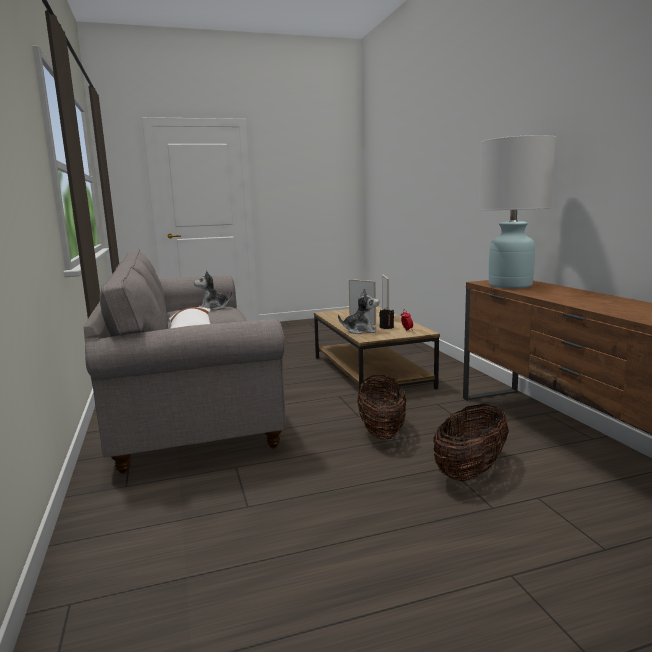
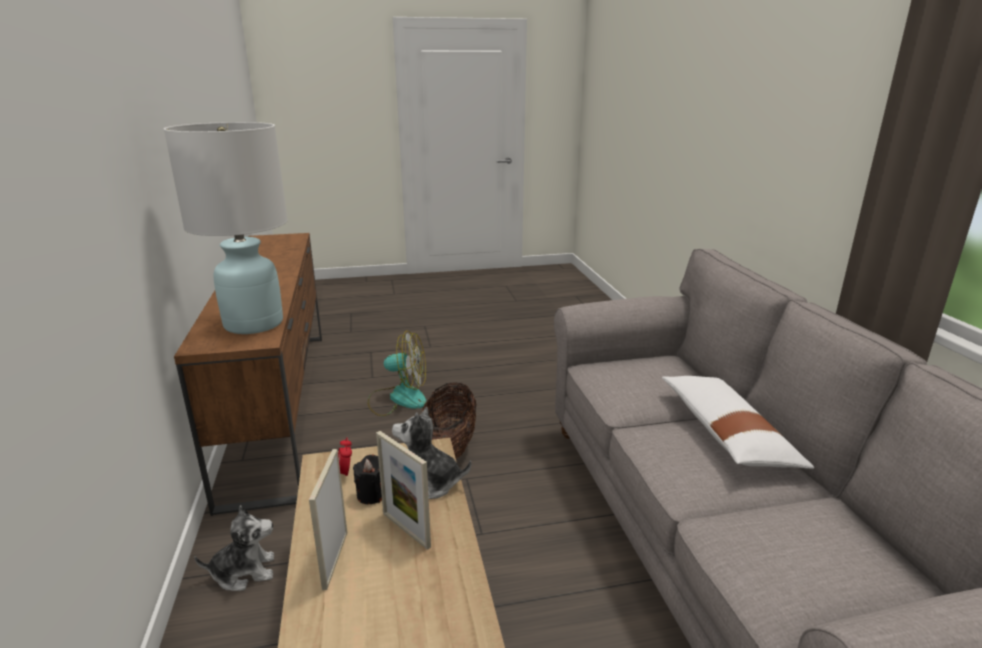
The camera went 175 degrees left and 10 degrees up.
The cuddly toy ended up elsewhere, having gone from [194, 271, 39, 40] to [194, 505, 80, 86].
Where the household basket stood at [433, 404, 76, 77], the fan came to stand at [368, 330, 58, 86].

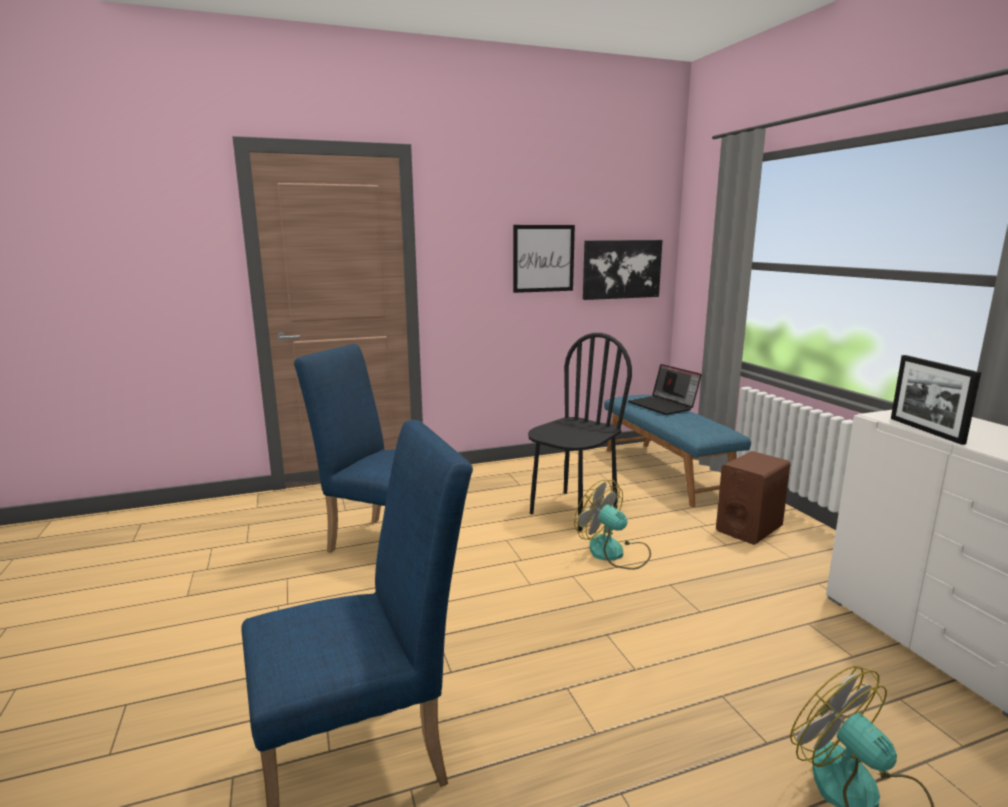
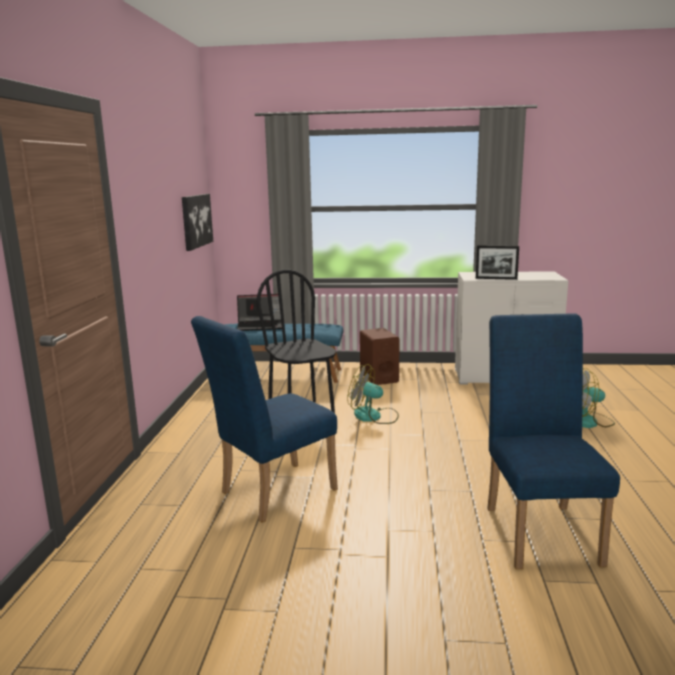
The camera went 65 degrees left and 0 degrees up.
The second view lost the wall picture at [513, 225, 62, 68].
The fan at [574, 480, 77, 90] ended up facing another way, 45 degrees clockwise from before.

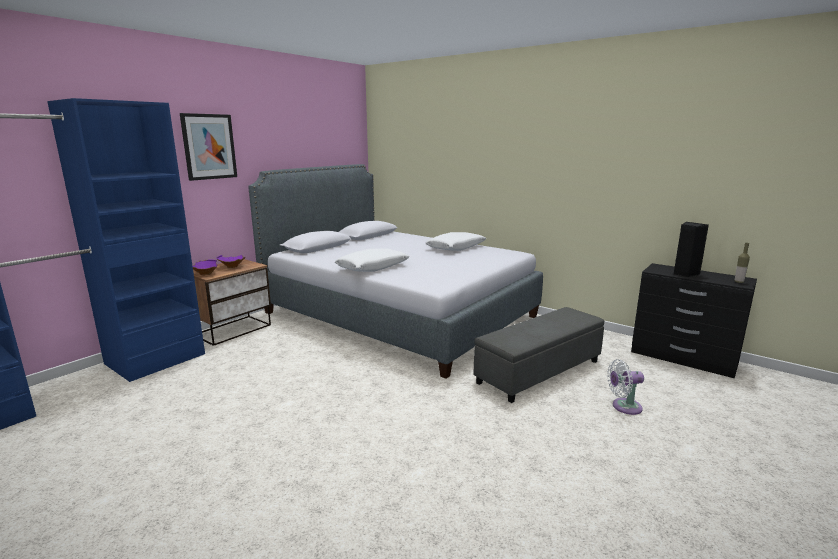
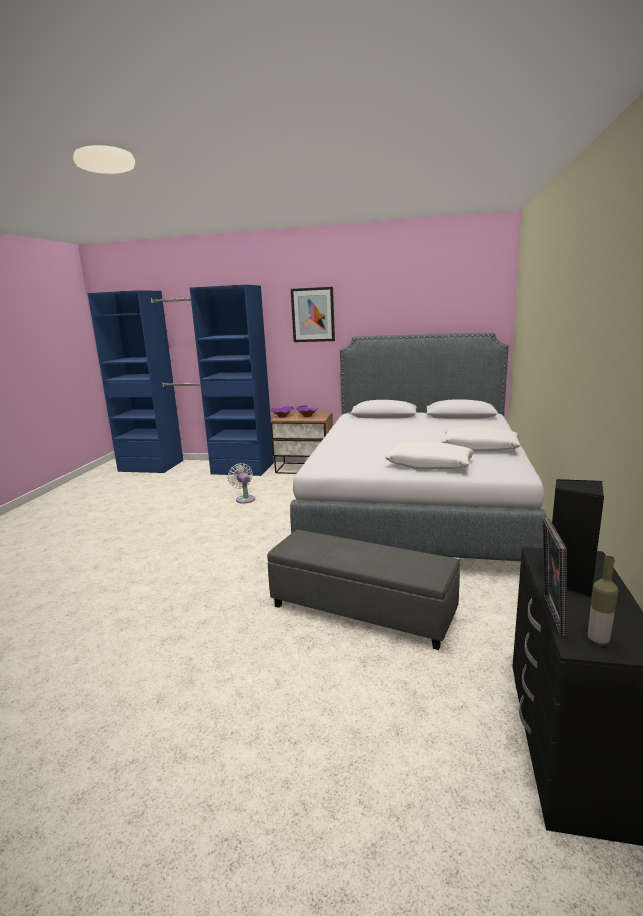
The camera went 65 degrees right and 0 degrees up.
The second view gained the standing frame at [542, 518, 26, 119].
The throw pillow/white-coloured ended up elsewhere, having gone from [335, 249, 74, 23] to [385, 442, 89, 28].
The fan/white-coloured ended up elsewhere, having gone from [607, 359, 37, 56] to [228, 463, 27, 41].

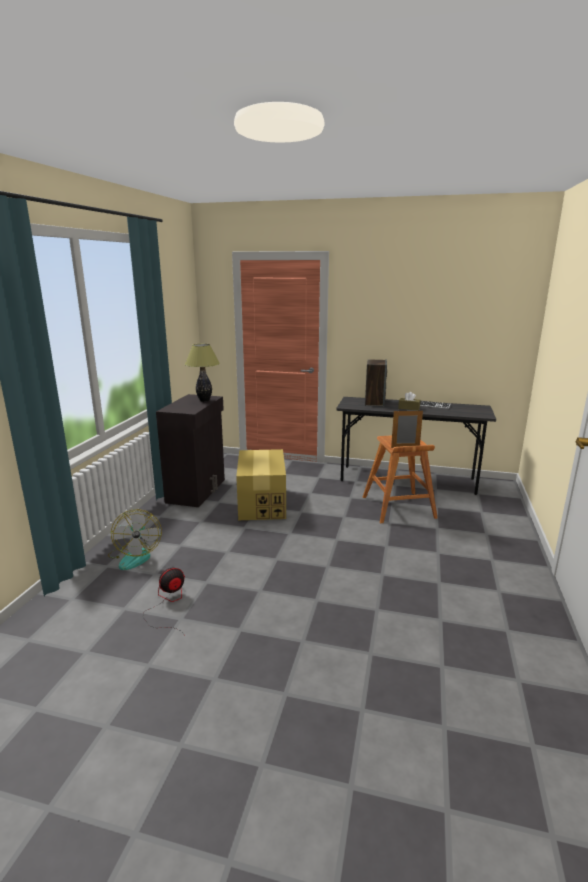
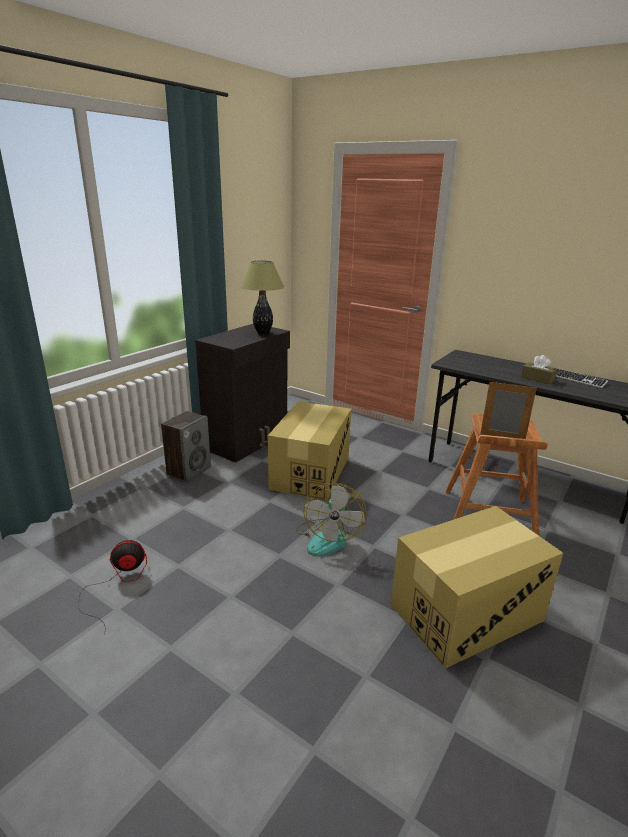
The camera went 20 degrees right and 5 degrees up.
The second view gained the packing box at [391, 506, 172, 163].
The fan ended up elsewhere, having gone from [108, 509, 54, 61] to [296, 483, 71, 73].
The loudspeaker ended up elsewhere, having gone from [365, 359, 22, 48] to [161, 411, 50, 72].

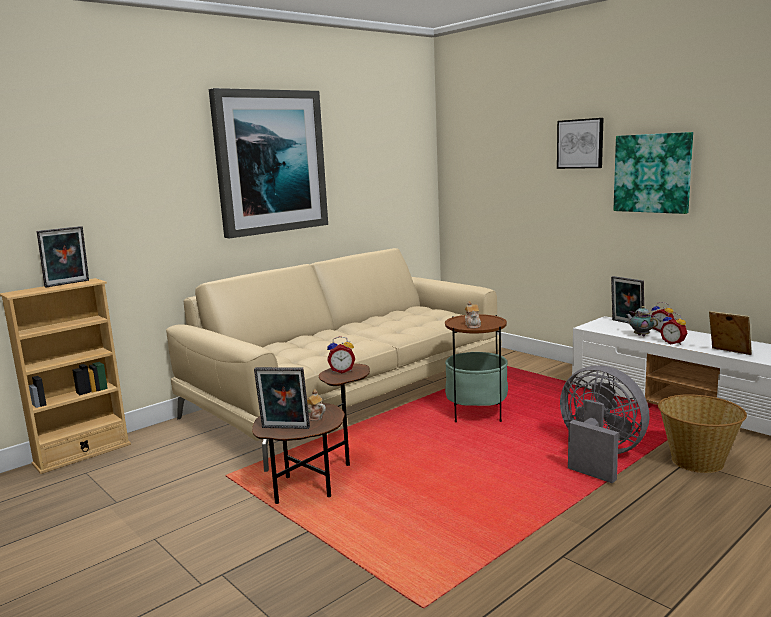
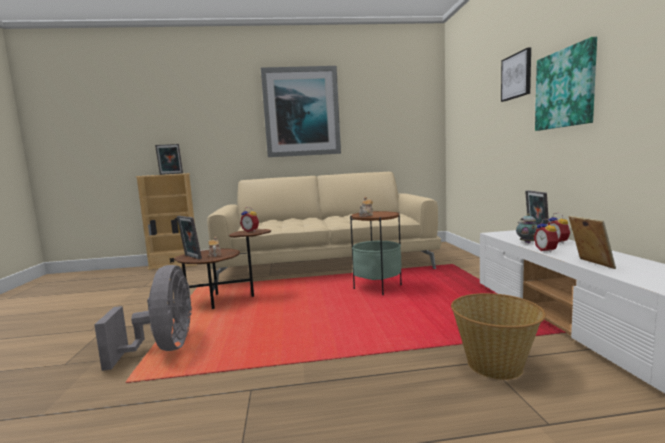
The camera went 35 degrees right and 5 degrees down.
The fan/greyish ended up elsewhere, having gone from [560, 365, 89, 118] to [94, 265, 98, 106].

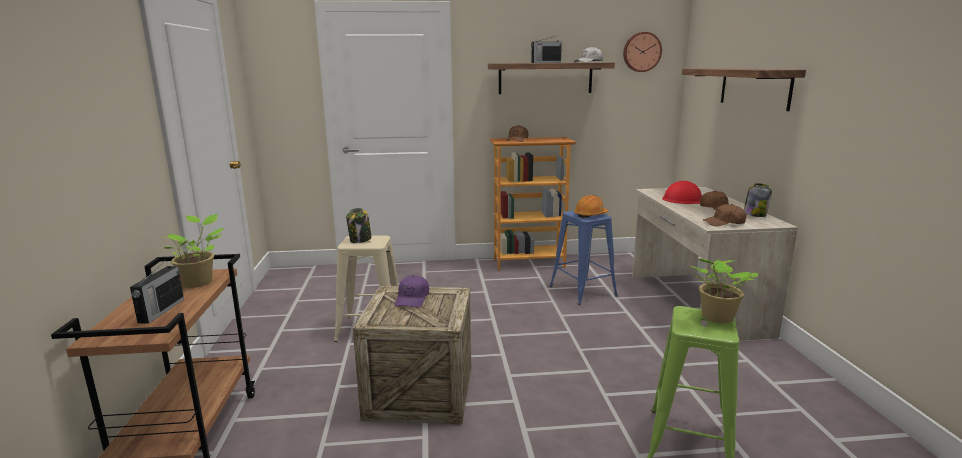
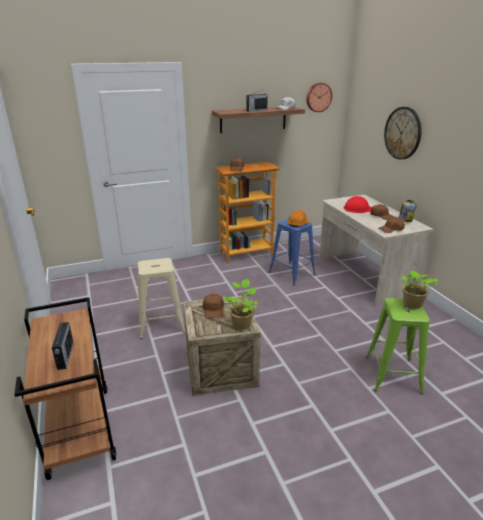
The camera went 15 degrees left and 10 degrees up.
The second view lost the jar at [346, 208, 26, 35].
The potted plant ended up elsewhere, having gone from [160, 214, 64, 74] to [223, 279, 34, 51].
Where the shelf hung at [682, 68, 124, 43], the hanging clock came to hang at [384, 107, 38, 53].
What was the peaked cap/purple-coloured at [395, 275, 34, 33] turned into the peaked cap/brown-coloured at [203, 293, 21, 25].

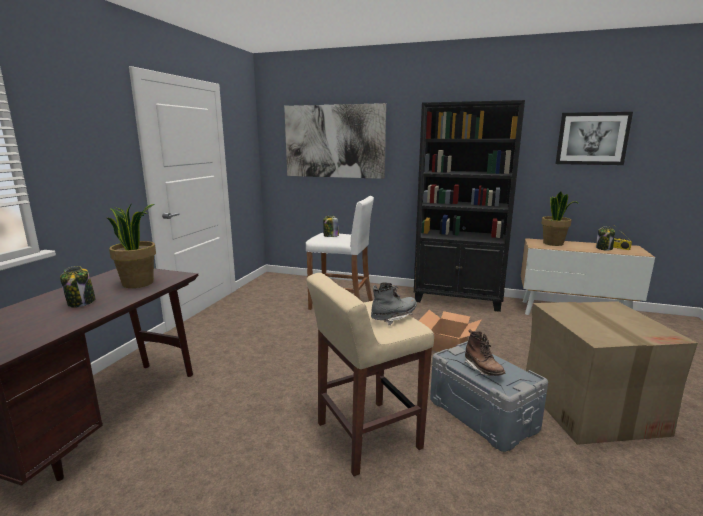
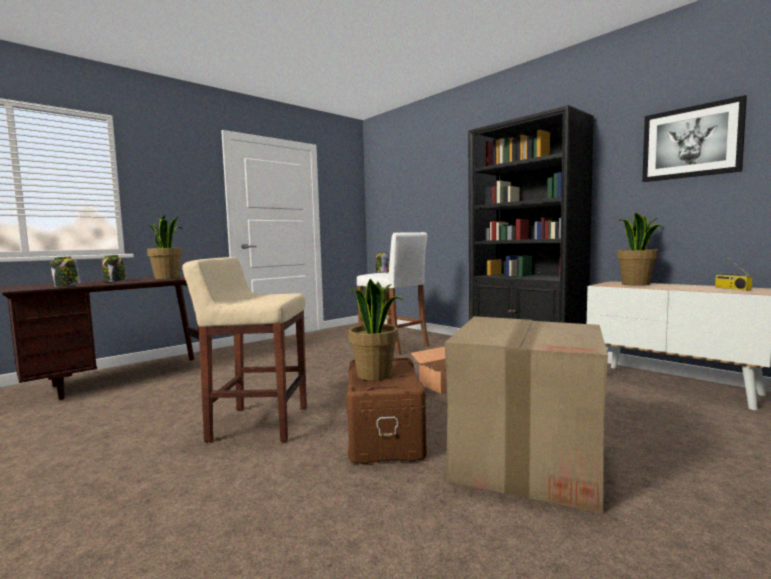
The camera went 30 degrees right and 10 degrees down.
The second view lost the wall picture at [284, 103, 102, 76].
The second view lost the tall boot/greyish at [371, 282, 46, 44].
The jar ended up elsewhere, having gone from [596, 226, 19, 24] to [50, 256, 31, 31].
Where the tall boot/brown-coloured stood at [465, 329, 40, 47], the potted plant came to stand at [349, 279, 54, 102].
What was the storage container/greyish at [430, 341, 118, 111] turned into the storage container/brown-coloured at [346, 358, 81, 106].

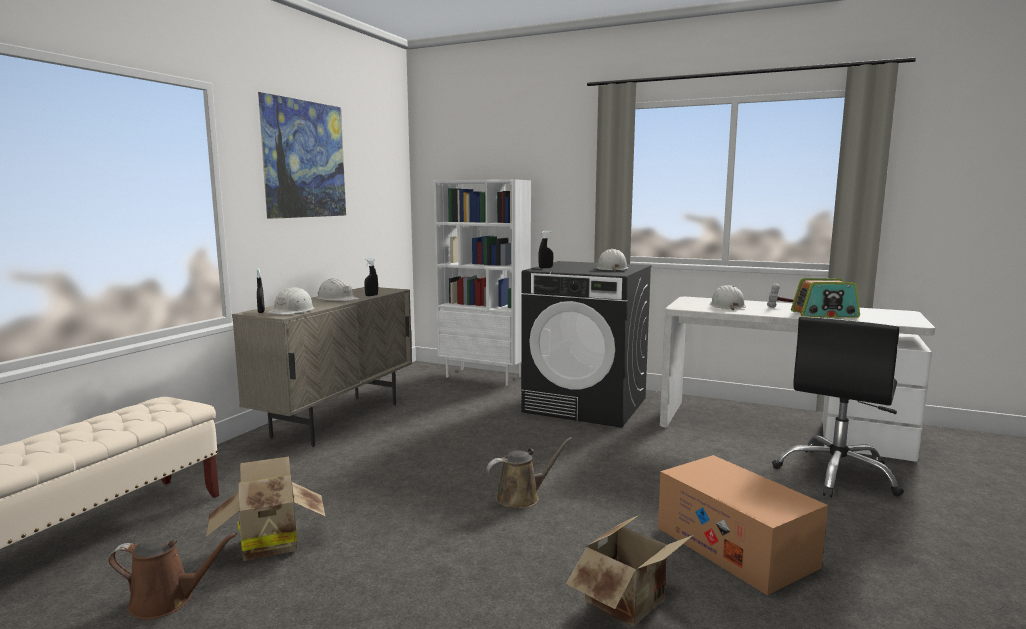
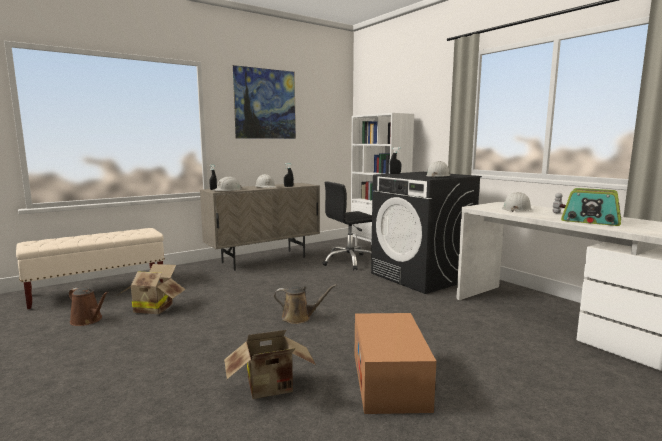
The camera went 30 degrees right and 0 degrees up.
The desk chair/black ended up elsewhere, having gone from [772, 317, 132, 181] to [322, 181, 50, 89].

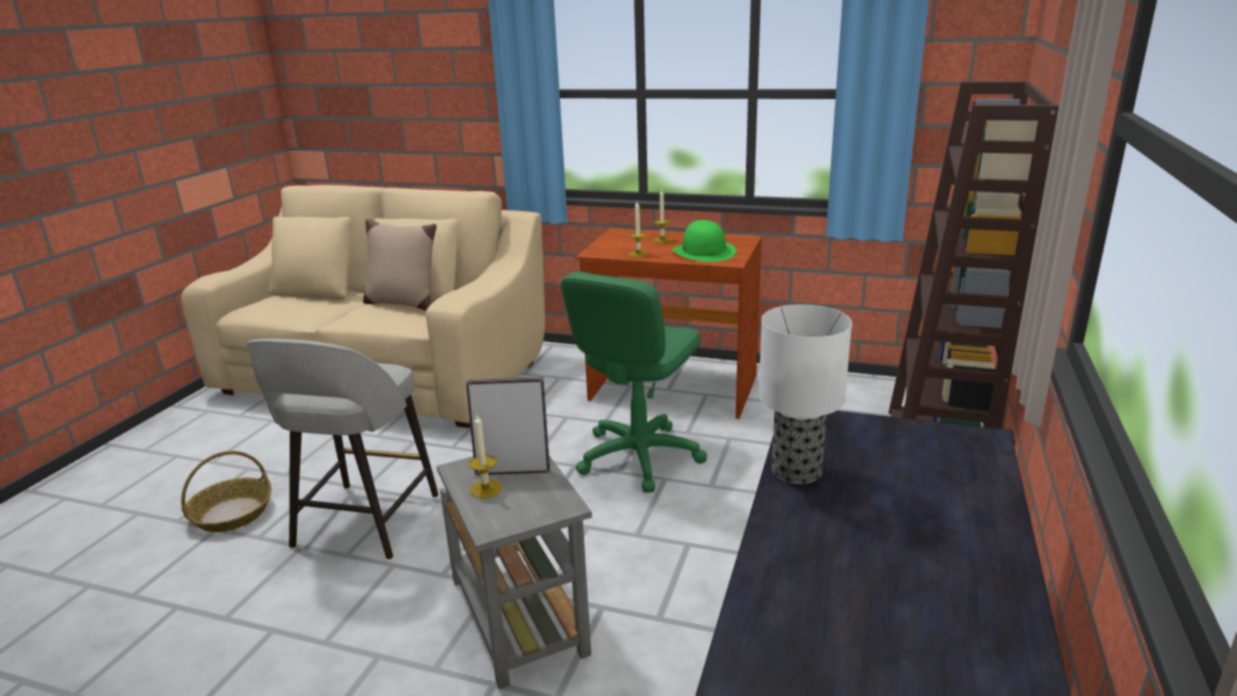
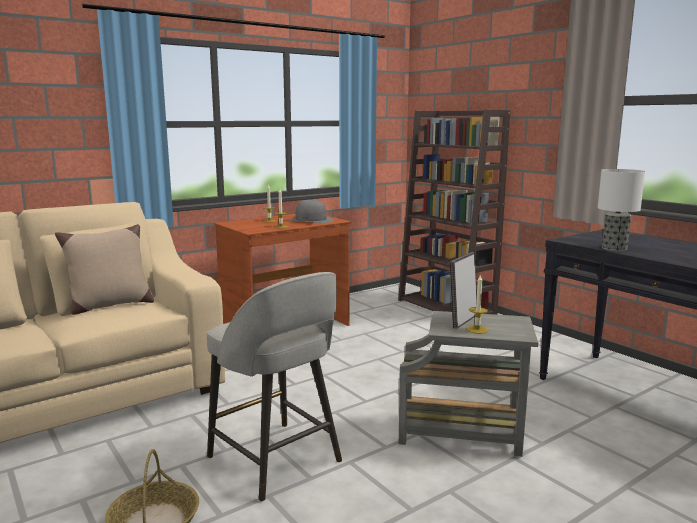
The camera went 55 degrees left and 10 degrees down.
The second view lost the desk chair/green-coloured at [561, 271, 146, 222].
What was the clothing hat/green-coloured at [673, 220, 63, 42] turned into the clothing hat/greyish at [289, 200, 45, 23].

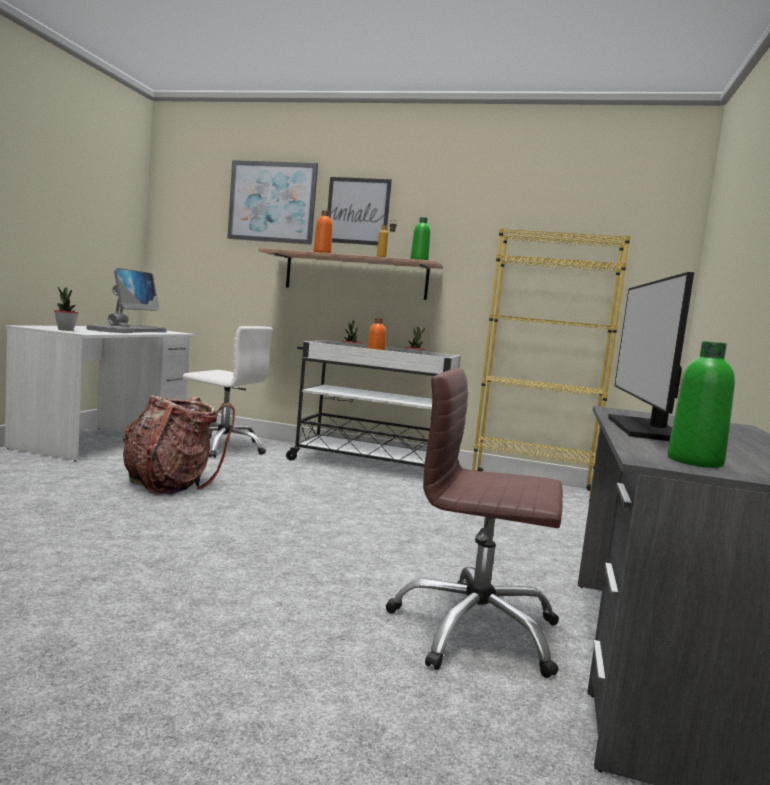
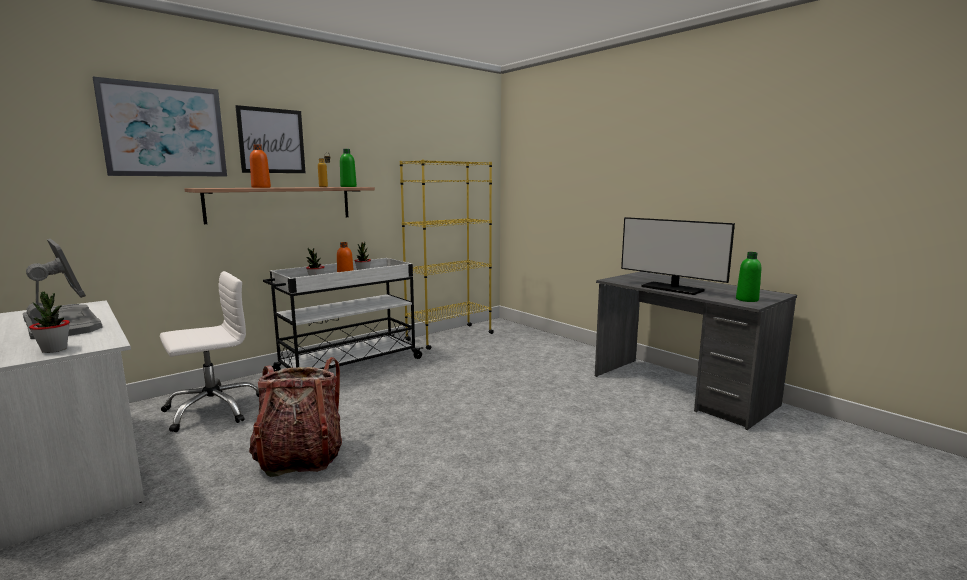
The camera went 55 degrees left and 5 degrees up.
The second view lost the desk chair/brown-coloured at [386, 368, 177, 310].

